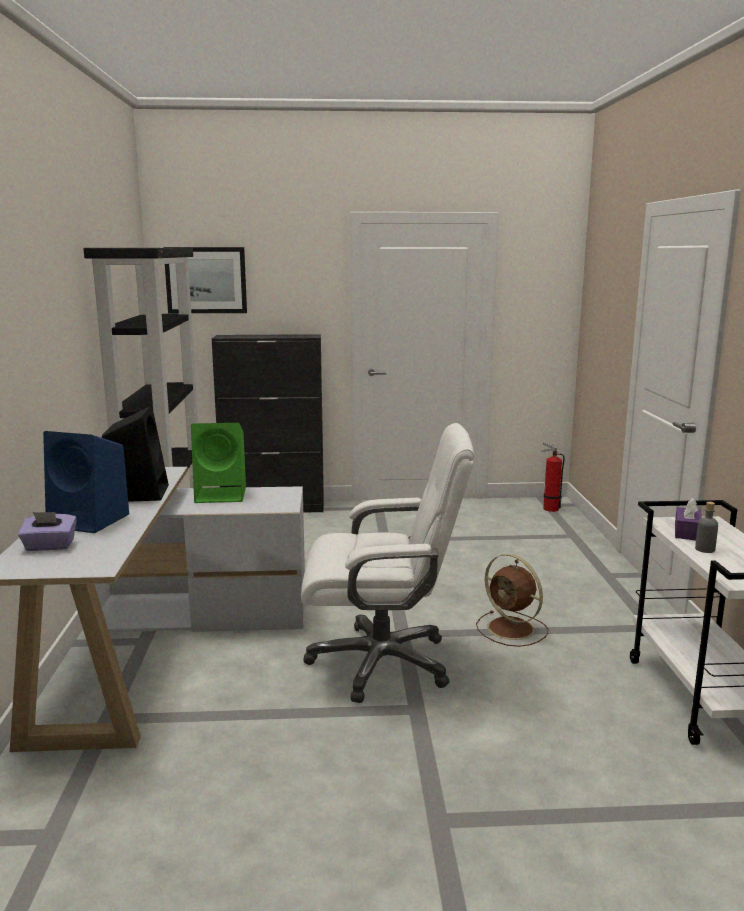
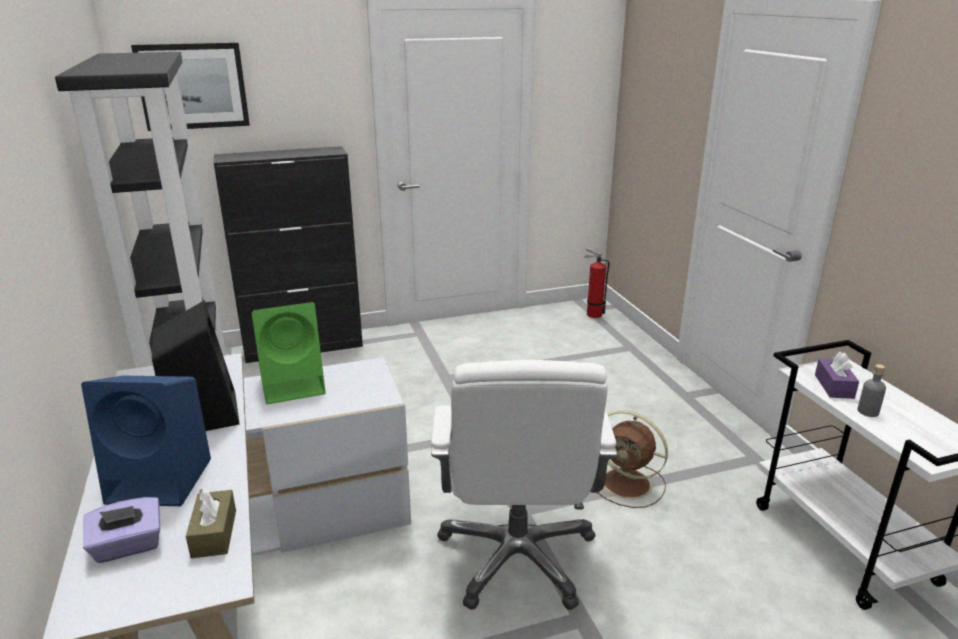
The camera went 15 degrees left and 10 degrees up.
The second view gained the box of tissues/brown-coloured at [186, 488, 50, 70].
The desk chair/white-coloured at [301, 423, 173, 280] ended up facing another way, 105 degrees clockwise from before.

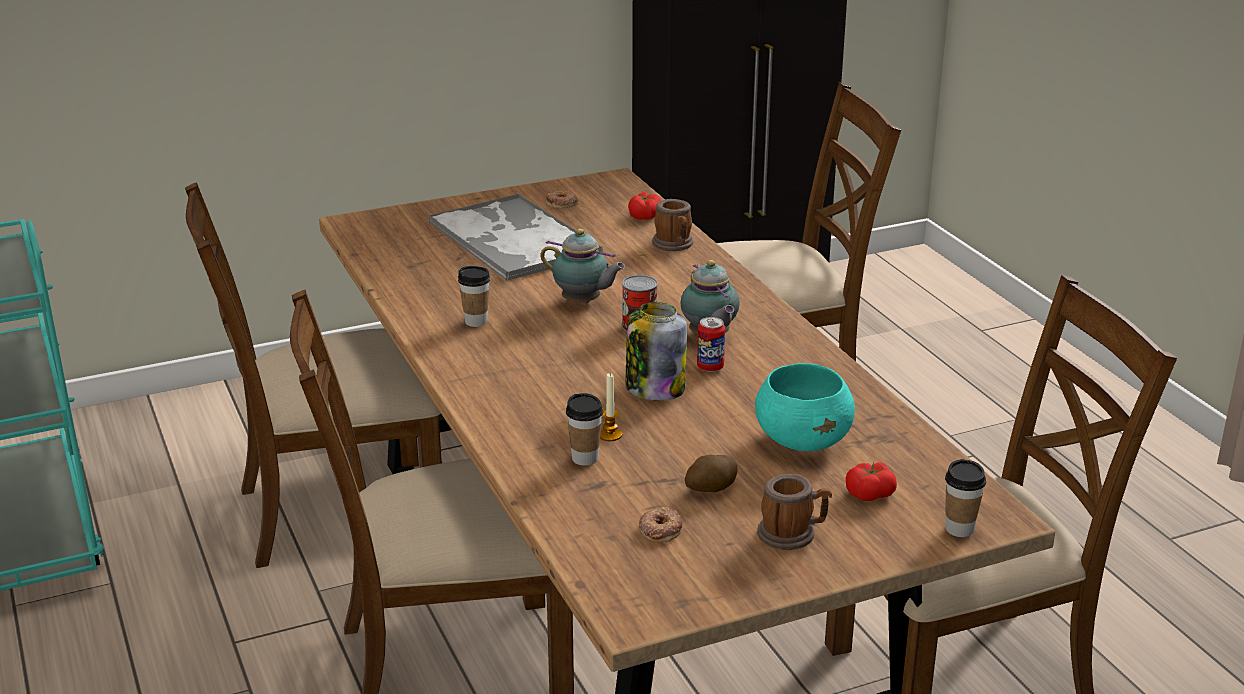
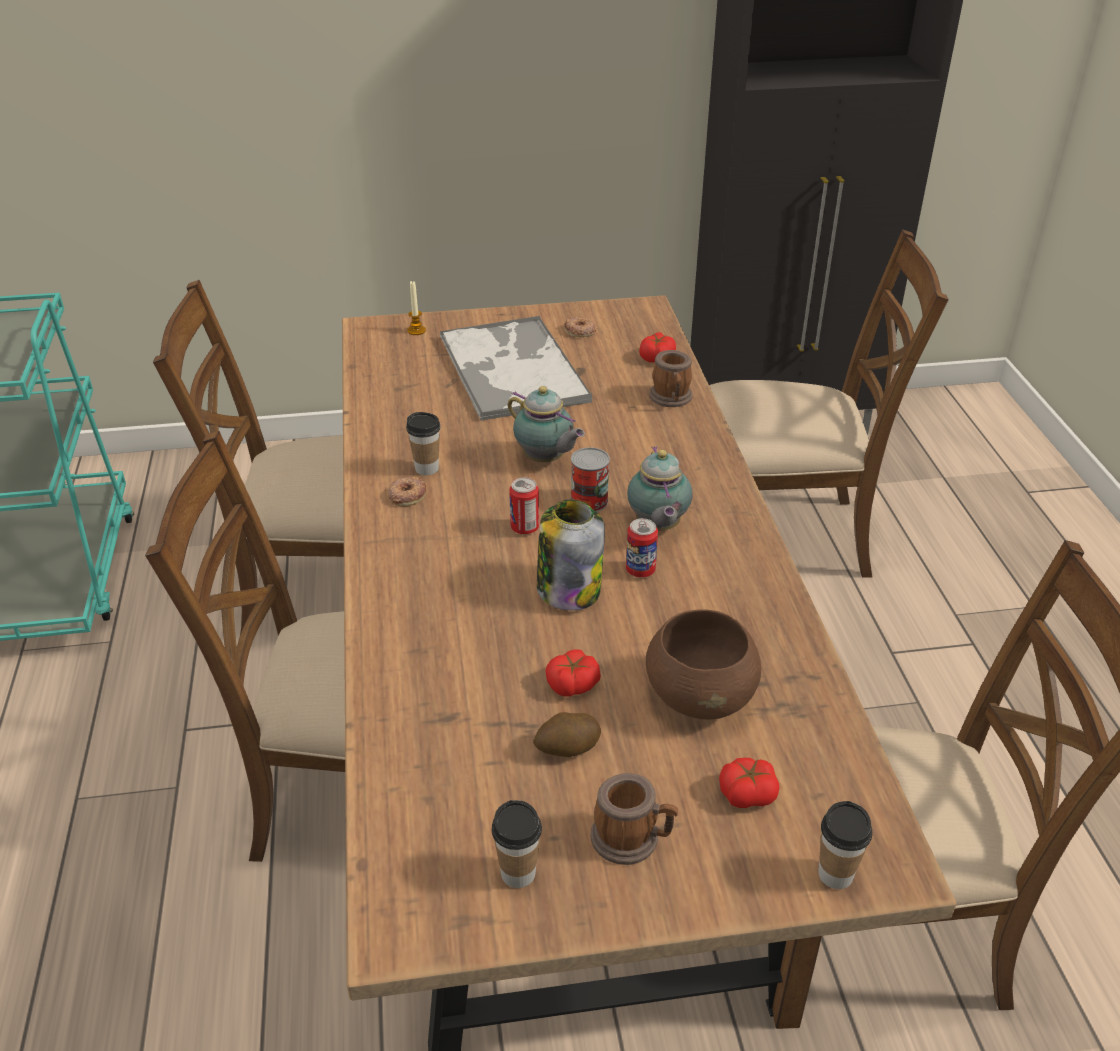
The camera went 15 degrees right and 10 degrees up.
The second view gained the can at [509, 477, 30, 57].
The second view gained the tomato at [545, 649, 56, 48].
The drinking cup ended up elsewhere, having gone from [566, 393, 37, 73] to [492, 800, 50, 88].
The candle ended up elsewhere, having gone from [600, 373, 22, 68] to [407, 280, 19, 55].
The ring doughnut ended up elsewhere, having gone from [639, 507, 44, 35] to [388, 477, 38, 29].
What was the serving bowl/blue-green at [755, 363, 100, 88] turned into the serving bowl/brown-coloured at [646, 609, 115, 110].

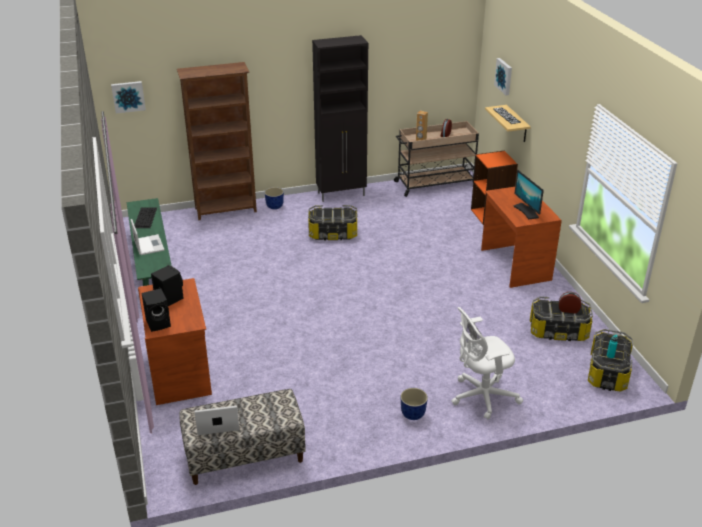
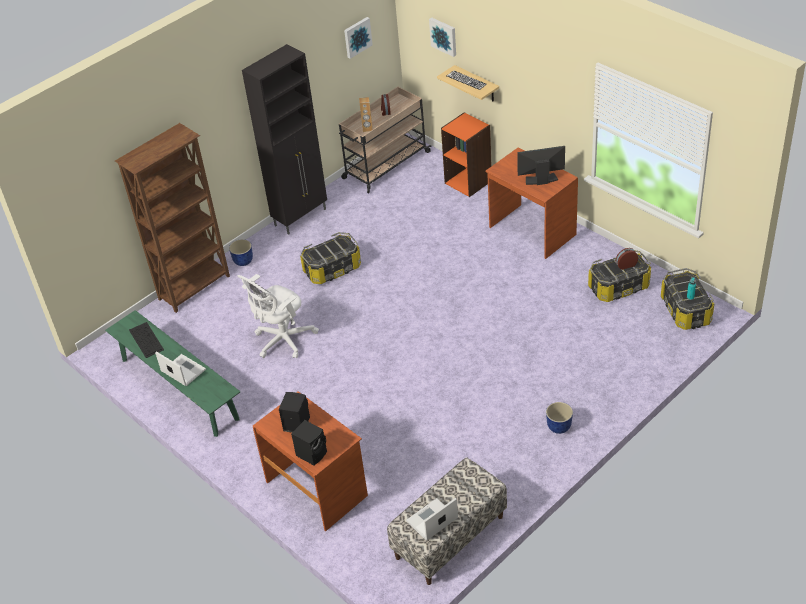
The camera went 25 degrees left and 10 degrees up.
The wall picture ended up elsewhere, having gone from [111, 81, 35, 33] to [344, 17, 29, 42].
The desk chair/white-coloured ended up elsewhere, having gone from [451, 307, 72, 113] to [237, 274, 82, 84].
The computer screen at [514, 170, 30, 49] ended up facing another way, 135 degrees clockwise from before.

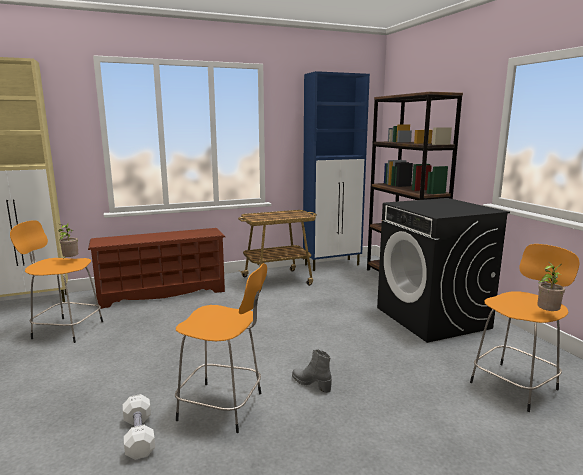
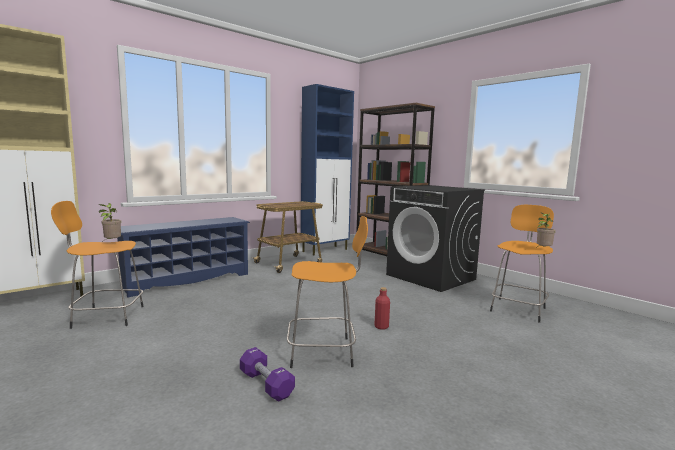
The camera went 20 degrees left and 5 degrees down.
Where the tall boot/greyish stood at [292, 349, 40, 44], the beverage bottle/reddish came to stand at [375, 287, 15, 43].
What was the shoe rack/brown-coloured at [88, 228, 137, 81] turned into the shoe rack/blue at [117, 217, 133, 81].
What was the dumbbell/white-coloured at [123, 394, 32, 66] turned into the dumbbell/purple-coloured at [240, 347, 55, 55].

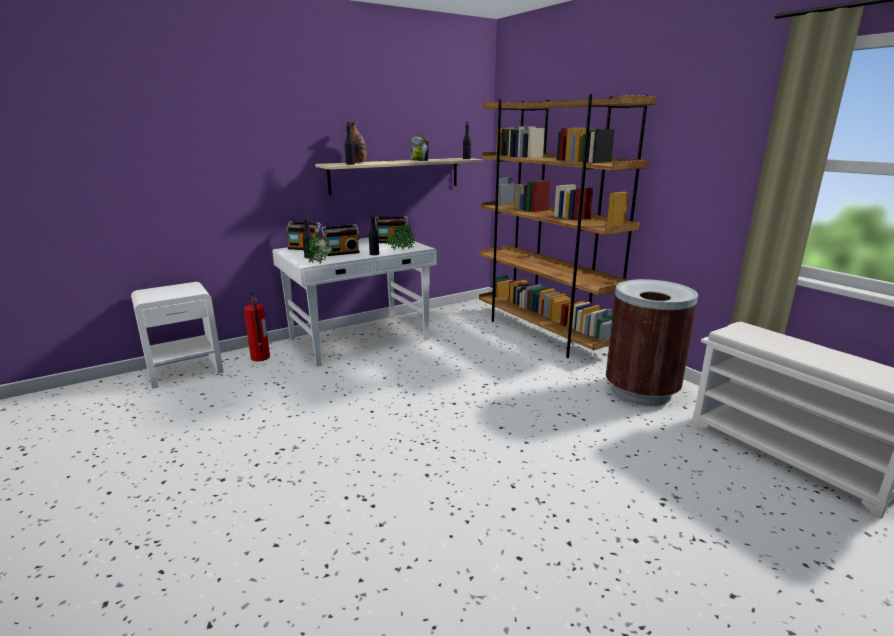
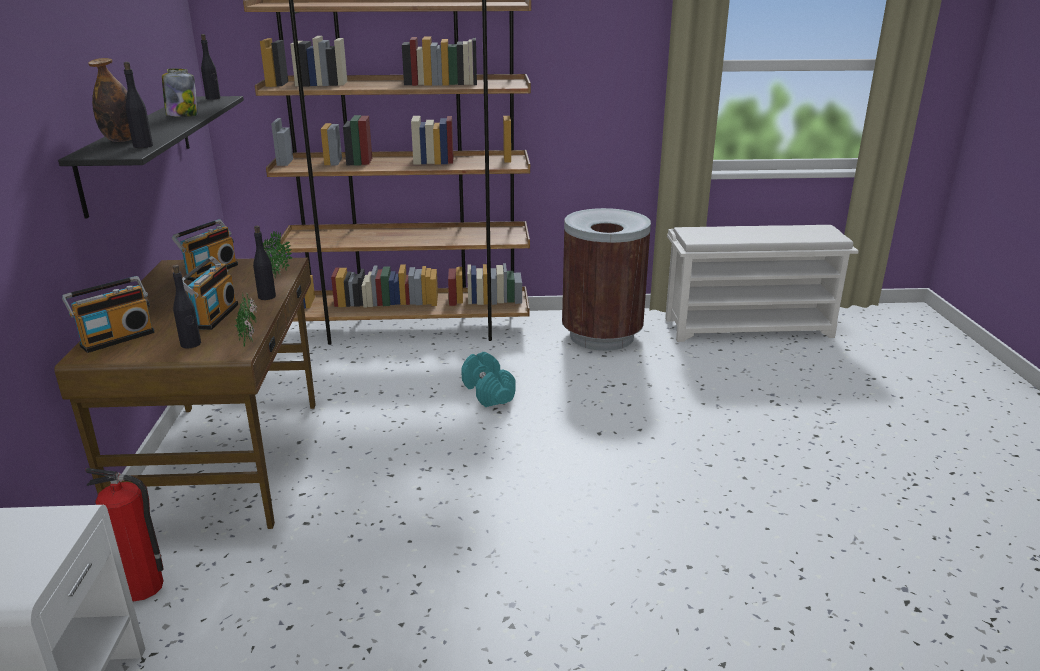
The camera went 60 degrees left and 5 degrees up.
The second view gained the dumbbell/blue-green at [461, 352, 55, 55].
What was the desk/white-coloured at [272, 238, 165, 129] turned into the desk/brown-coloured at [54, 258, 262, 271].
What was the shelf/sand-coloured at [315, 158, 169, 37] turned into the shelf/black at [58, 96, 186, 123].

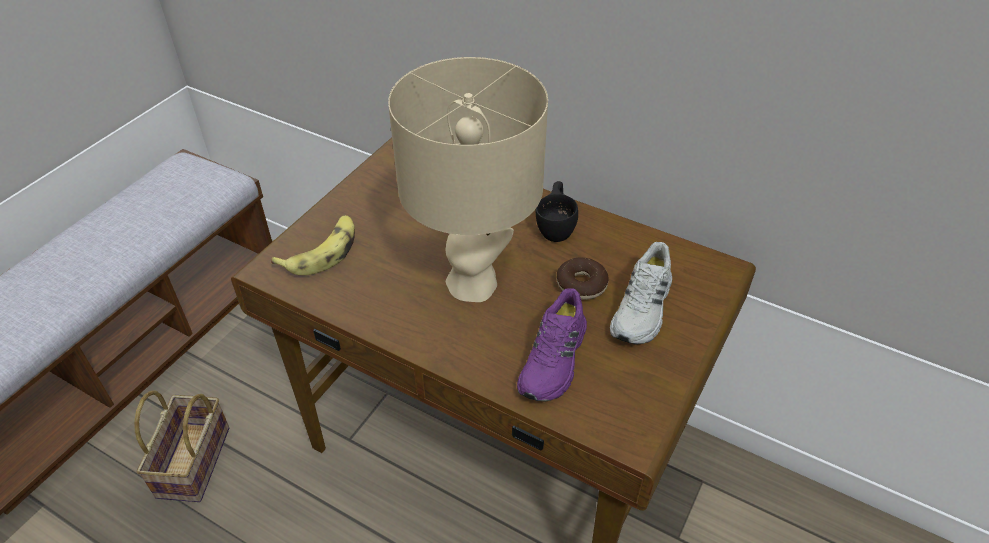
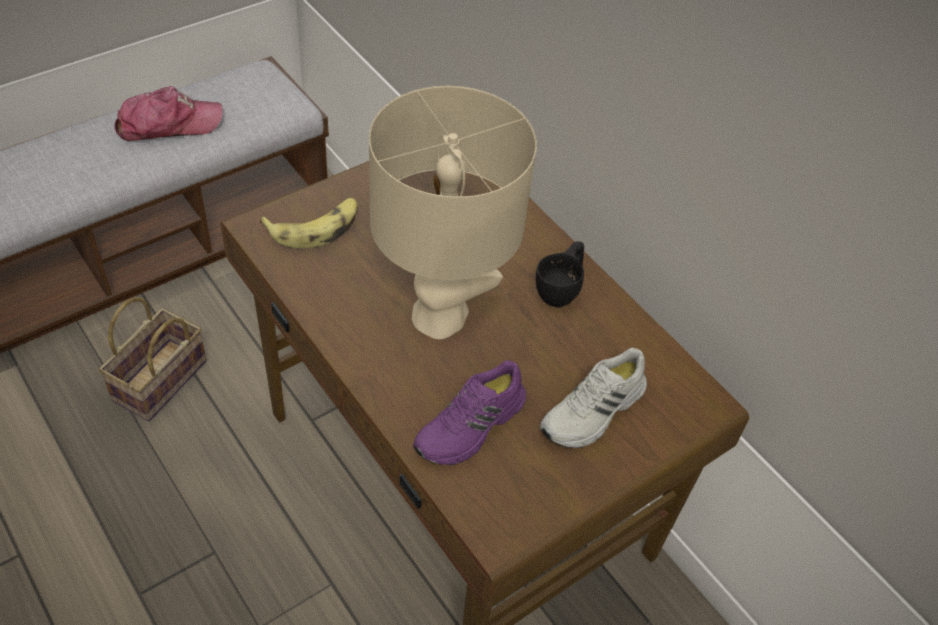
The camera went 20 degrees right and 5 degrees up.
The second view lost the ring doughnut at [557, 257, 52, 43].
The second view gained the peaked cap at [114, 86, 109, 55].

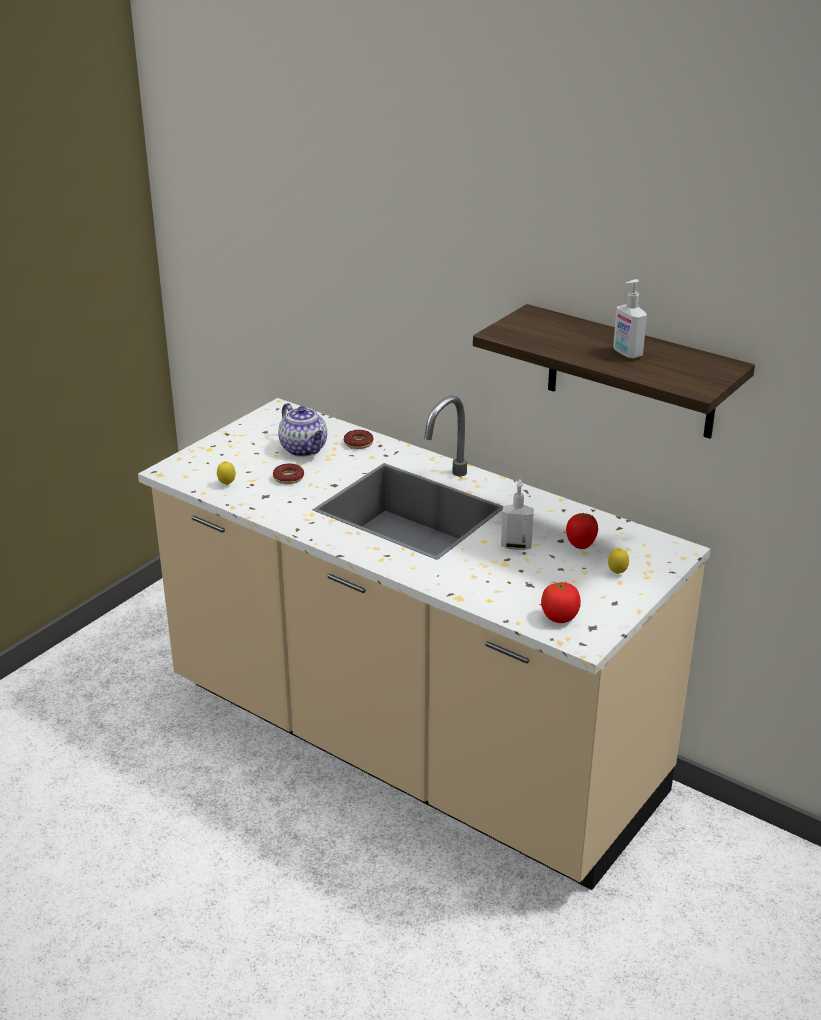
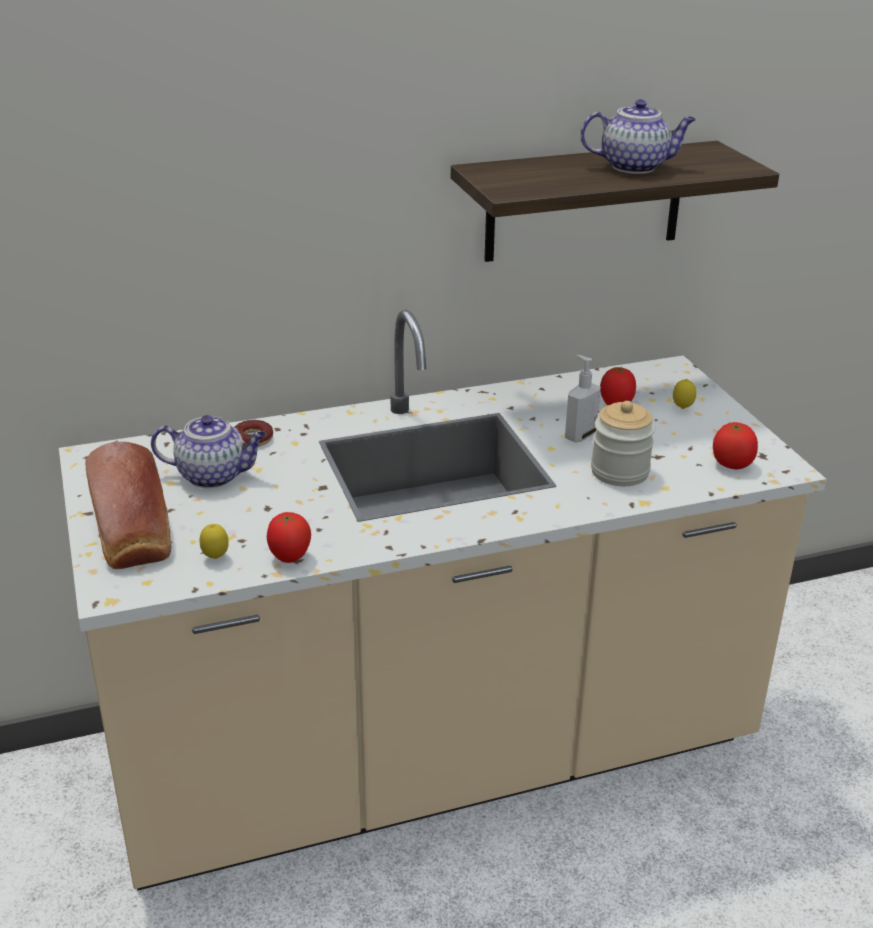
The camera went 55 degrees left and 0 degrees up.
The second view lost the ring doughnut at [273, 463, 31, 21].
The second view gained the bread at [85, 442, 87, 127].
The second view gained the tomato at [267, 512, 44, 51].
The second view gained the jar at [591, 401, 64, 85].
Where the soap dispenser stood at [613, 279, 34, 80], the teapot came to stand at [580, 99, 116, 75].

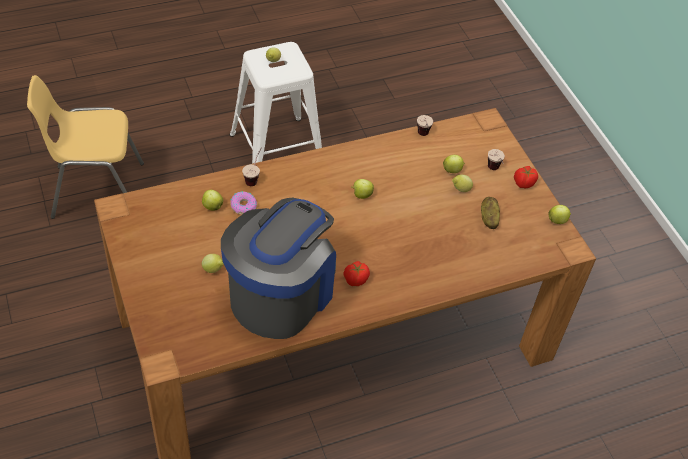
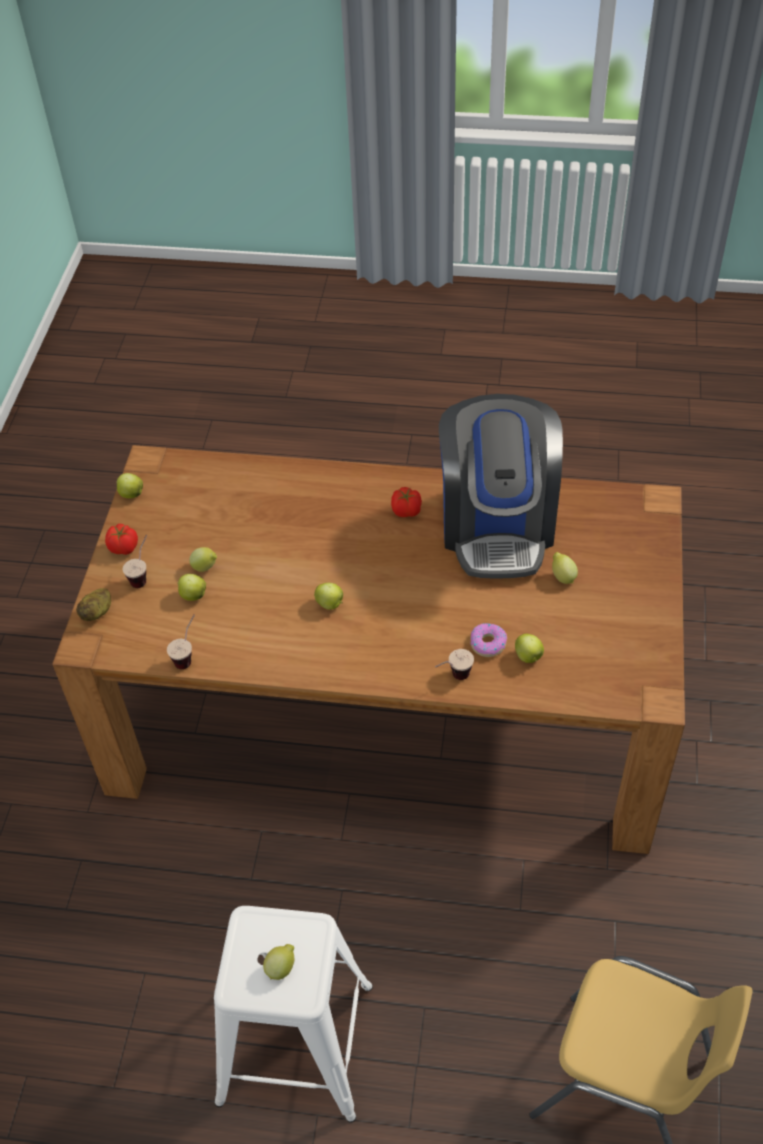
The camera went 145 degrees left and 0 degrees up.
The potato ended up elsewhere, having gone from [481, 197, 19, 32] to [76, 588, 35, 33].
The coffee brewer at [221, 198, 115, 141] ended up facing another way, 60 degrees counterclockwise from before.

